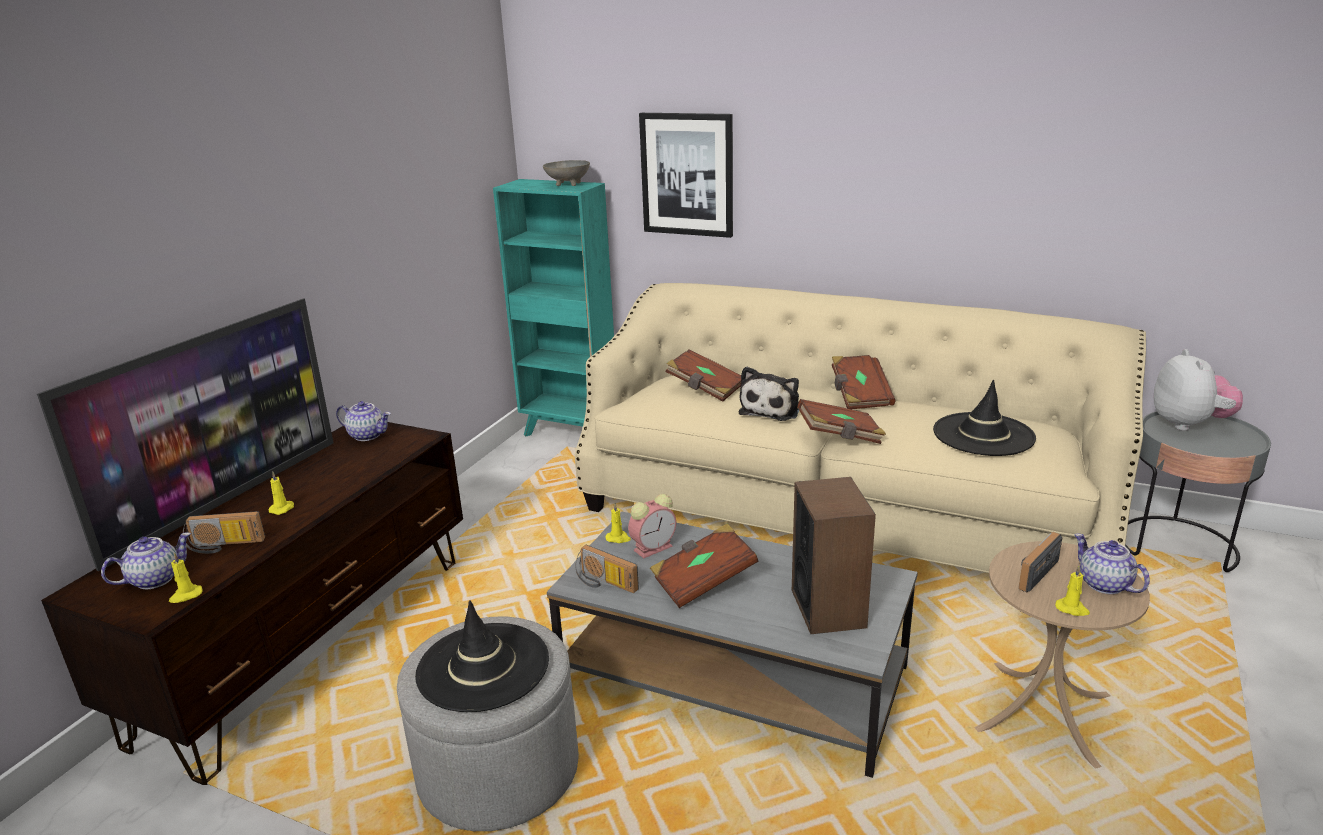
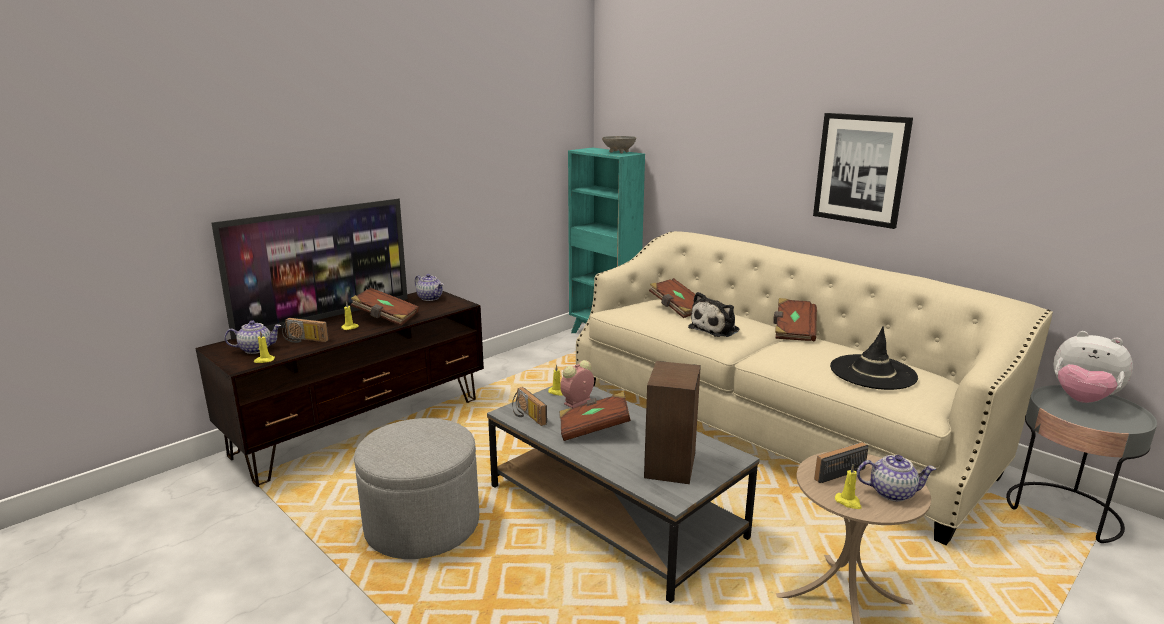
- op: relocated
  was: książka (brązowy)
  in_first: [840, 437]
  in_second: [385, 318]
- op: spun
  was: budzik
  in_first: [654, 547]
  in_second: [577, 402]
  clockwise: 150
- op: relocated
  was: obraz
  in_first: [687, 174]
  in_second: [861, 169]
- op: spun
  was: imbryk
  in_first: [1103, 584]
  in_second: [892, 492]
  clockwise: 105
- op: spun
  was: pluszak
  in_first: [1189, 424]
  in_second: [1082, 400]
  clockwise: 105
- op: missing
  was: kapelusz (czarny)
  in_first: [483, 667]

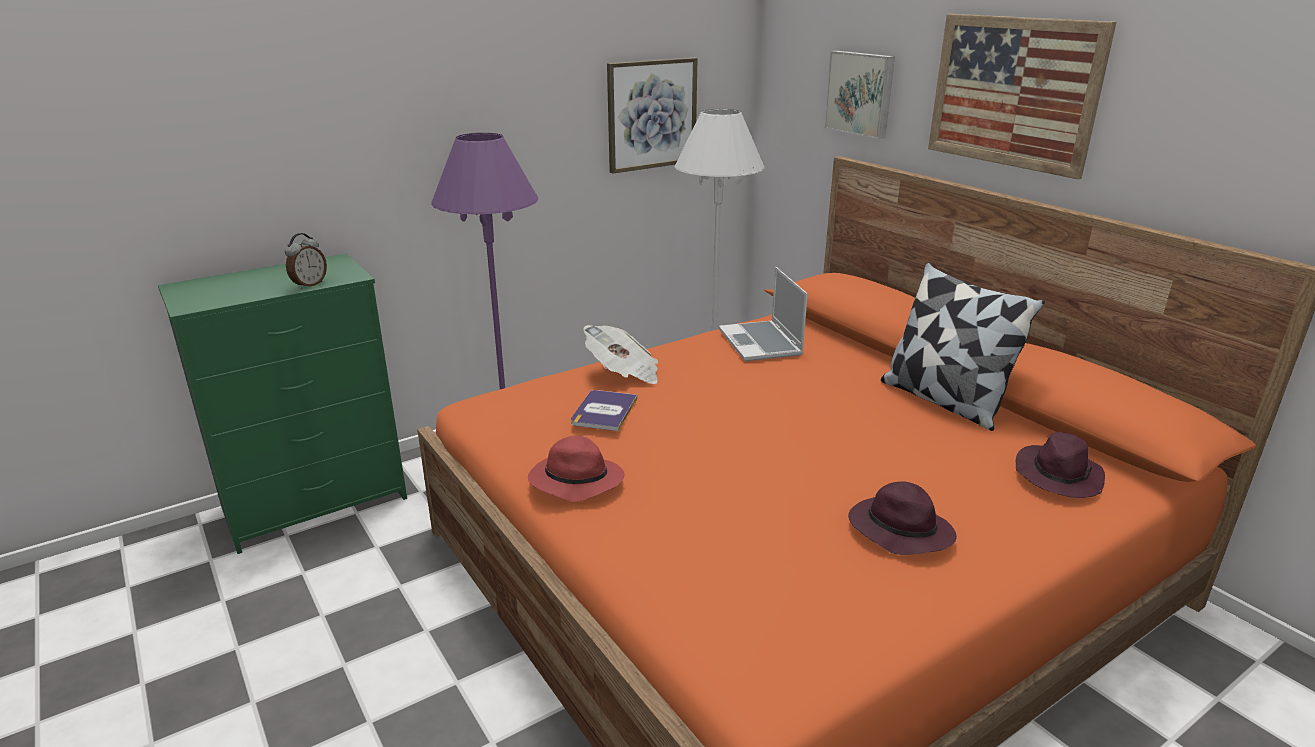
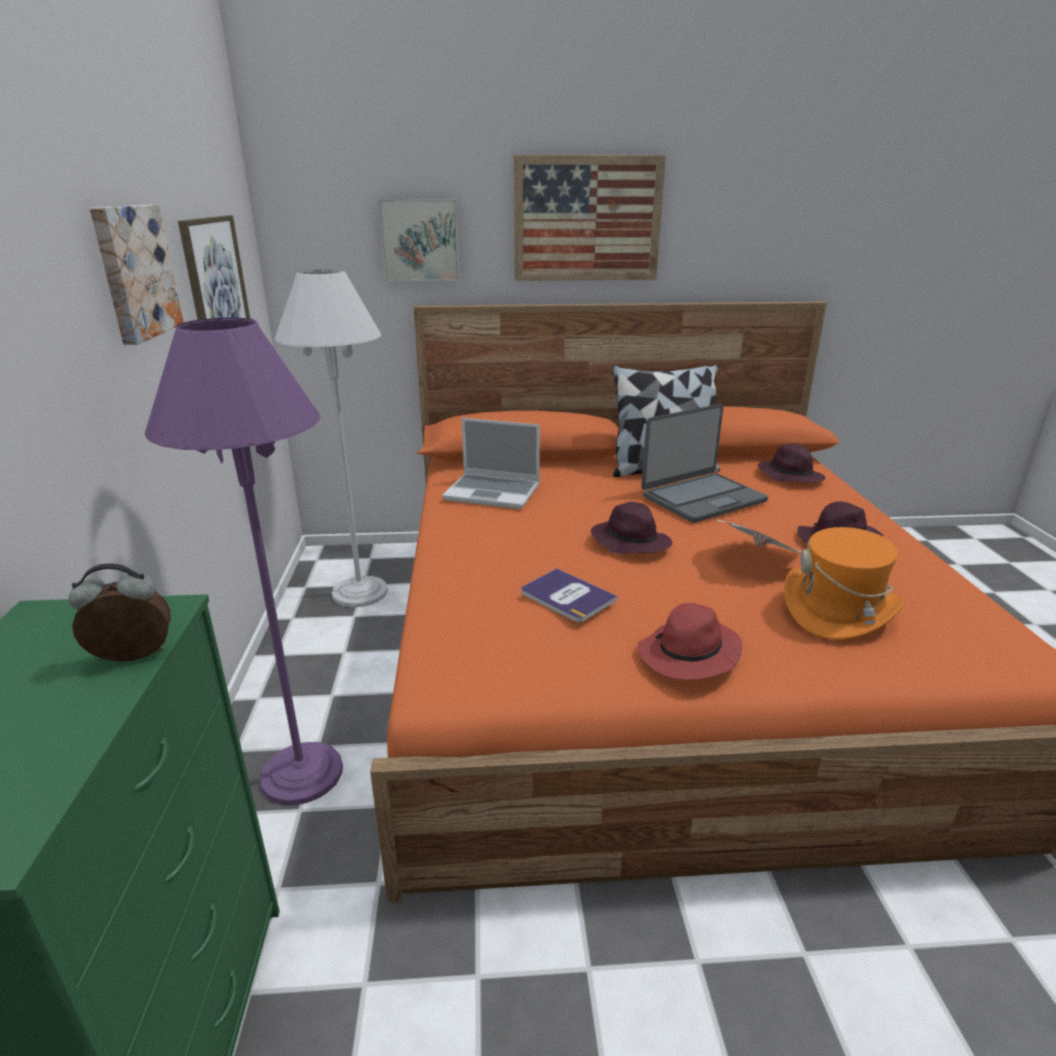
- op: spun
  was: budzik
  in_first: [309, 285]
  in_second: [133, 658]
  clockwise: -75
- op: appeared
  now: obraz
  in_second: [134, 272]
- op: appeared
  now: kapelusz (fioletowy)
  in_second: [629, 541]
- op: appeared
  now: laptop
  in_second: [702, 498]
- op: relocated
  was: gazeta
  in_first: [623, 373]
  in_second: [760, 559]
- op: appeared
  now: kapelusz (pomarańczowy)
  in_second: [838, 610]

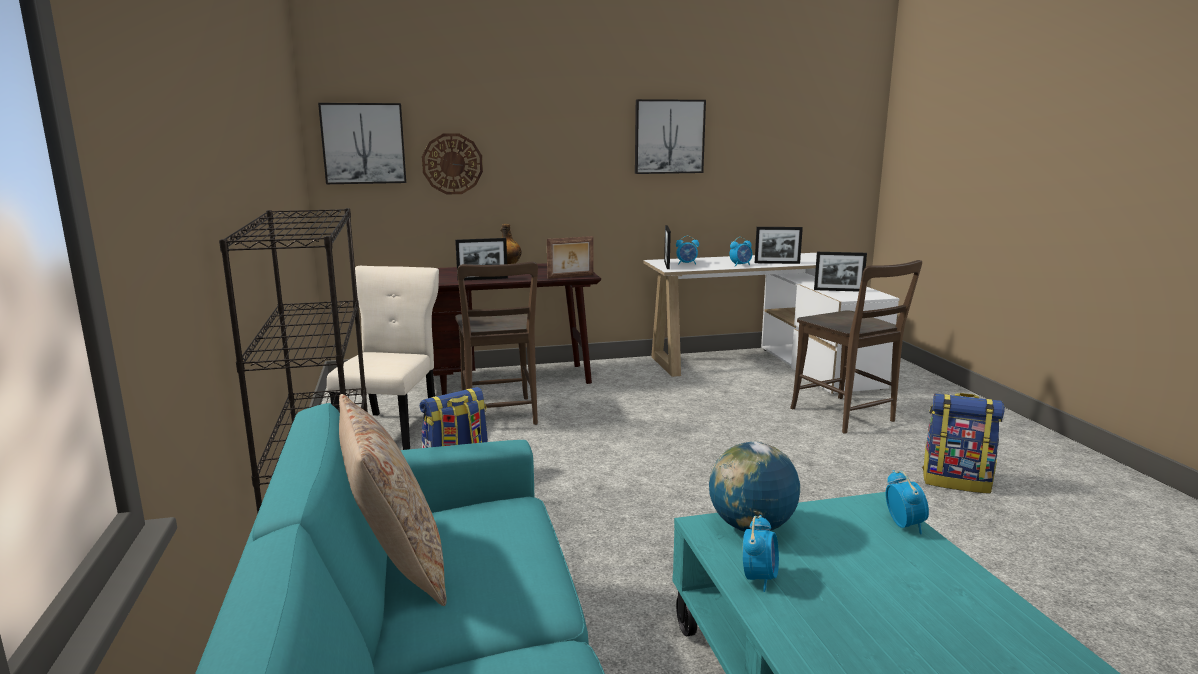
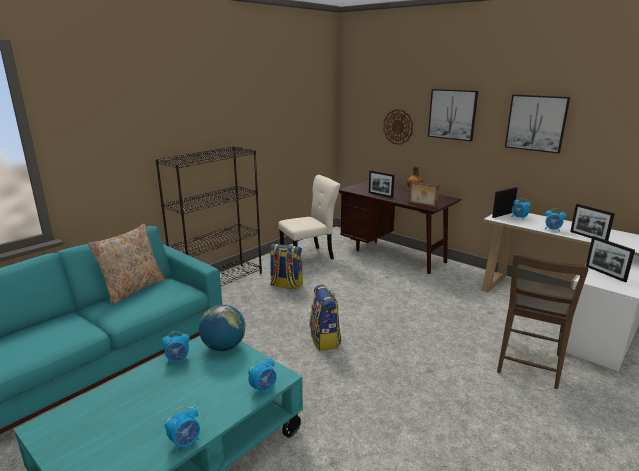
- op: appeared
  now: budzik
  in_second: [185, 442]
- op: relocated
  was: plecak
  in_first: [956, 481]
  in_second: [325, 340]
- op: relocated
  was: obraz
  in_first: [363, 143]
  in_second: [452, 114]
- op: missing
  was: krzesło (brązowy)
  in_first: [499, 416]

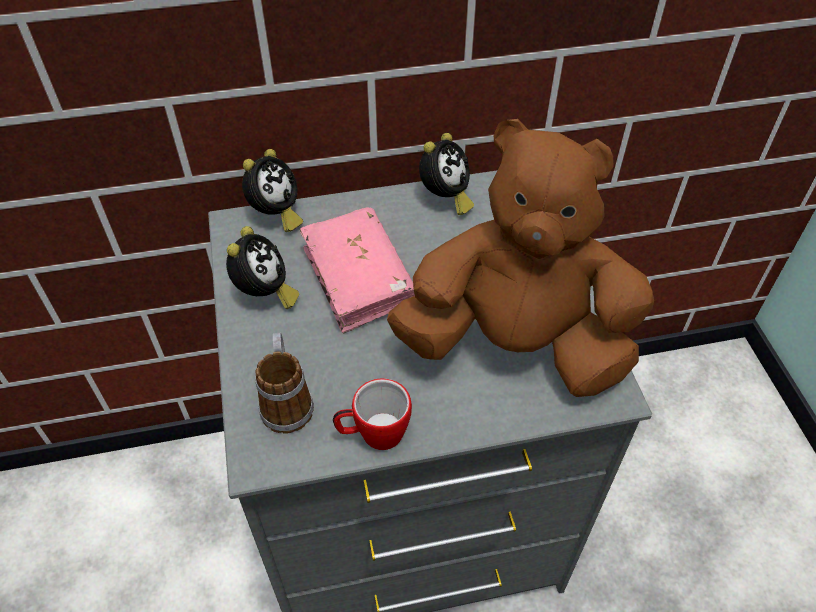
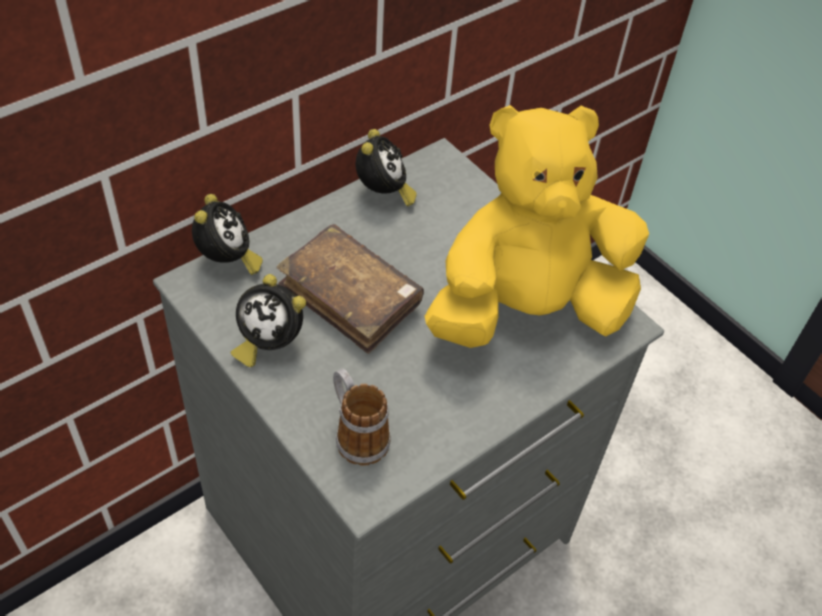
- op: spun
  was: budzik
  in_first: [264, 294]
  in_second: [268, 343]
  clockwise: 135
- op: colour
  was: książka (różowy)
  now: książka (brązowy)
  in_first: [358, 278]
  in_second: [350, 297]
- op: colour
  was: pluszak (brązowy)
  now: pluszak (żółty)
  in_first: [517, 345]
  in_second: [526, 310]
- op: missing
  was: kubek
  in_first: [373, 434]

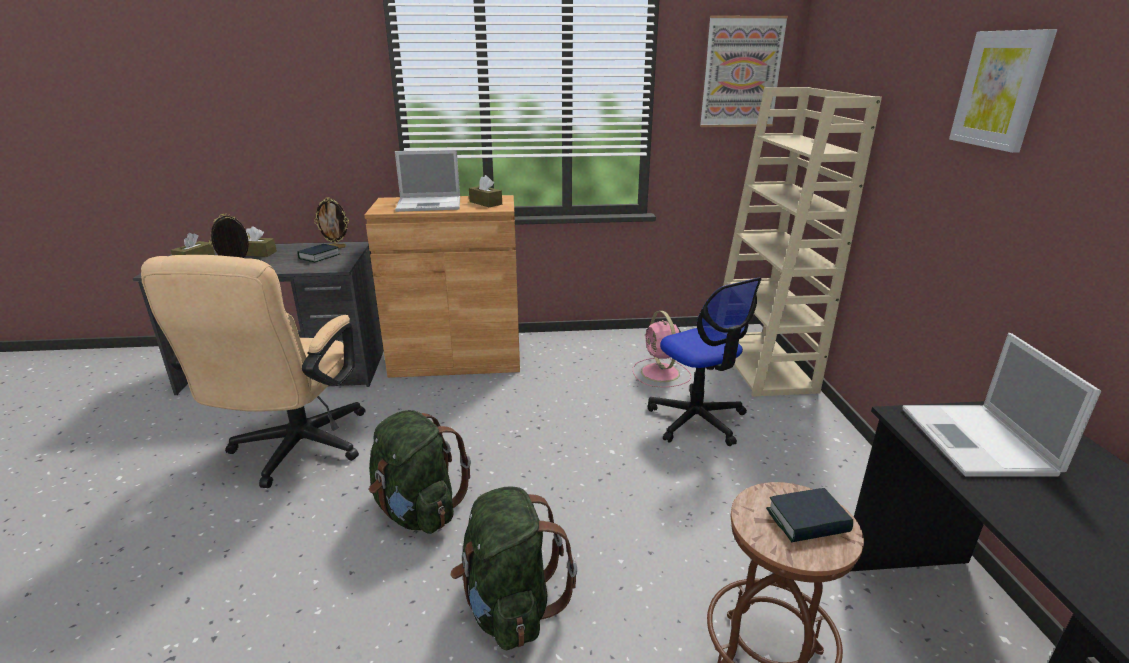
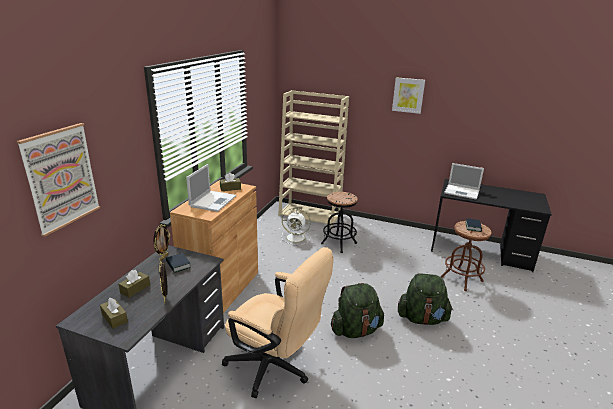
- op: relocated
  was: obraz
  in_first: [741, 73]
  in_second: [61, 178]
- op: colour
  was: wentylator (różowy)
  now: wentylator (biały)
  in_first: [661, 373]
  in_second: [296, 238]
- op: exchanged
  was: krzesło biurowe
  now: stołek (czarny)
  in_first: [697, 420]
  in_second: [339, 243]

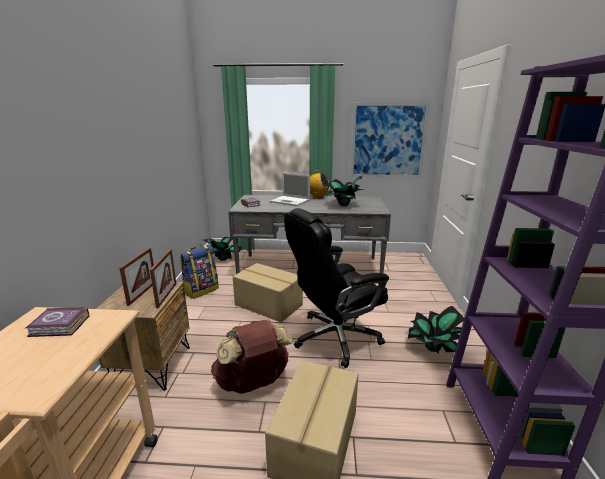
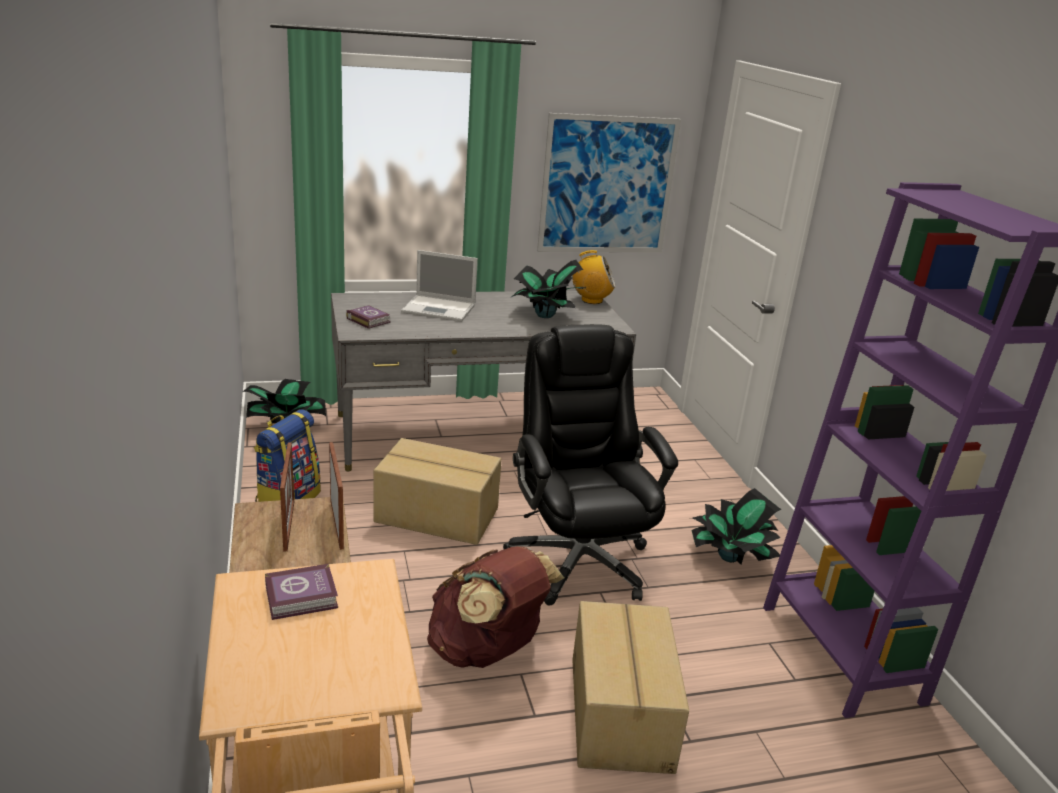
- op: spun
  was: krzesło biurowe (czarny)
  in_first: [334, 337]
  in_second: [578, 560]
  clockwise: 120
- op: relocated
  was: radio
  in_first: [318, 197]
  in_second: [591, 300]

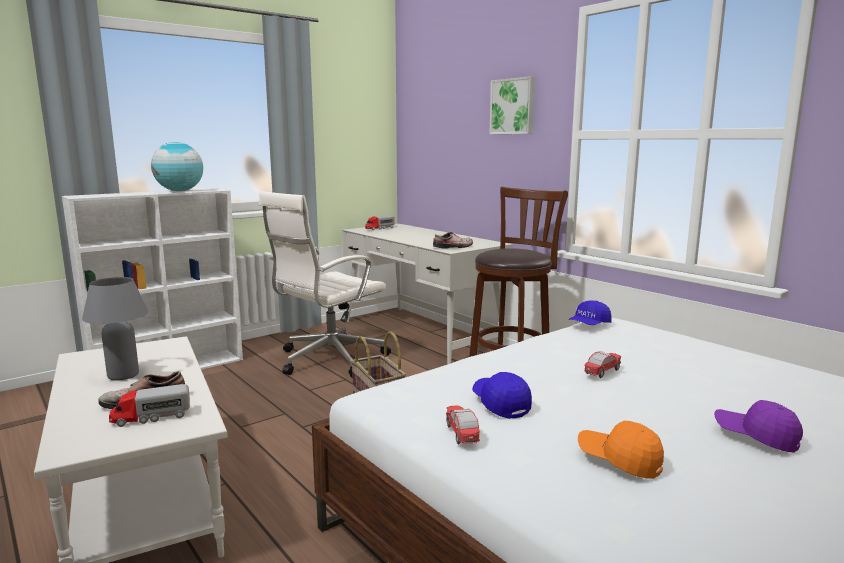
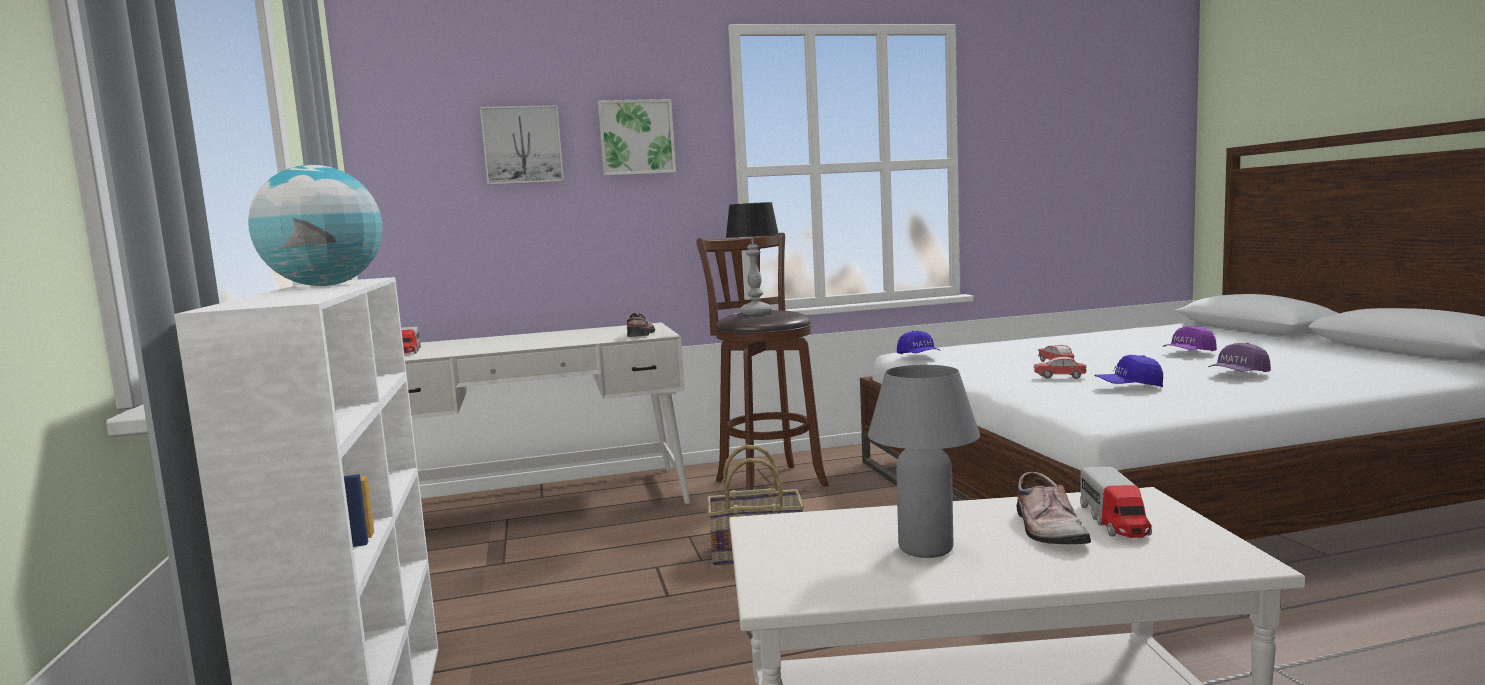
- op: appeared
  now: obraz
  in_second: [522, 145]
- op: appeared
  now: lampa stołowa
  in_second: [757, 313]
- op: relocated
  was: samochodzik
  in_first: [461, 434]
  in_second: [1060, 377]
- op: colour
  was: czapka z daszkiem (pomarańczowy)
  now: czapka z daszkiem (fioletowy)
  in_first: [619, 461]
  in_second: [1238, 374]
- op: missing
  was: krzesło biurowe (biały)
  in_first: [328, 360]

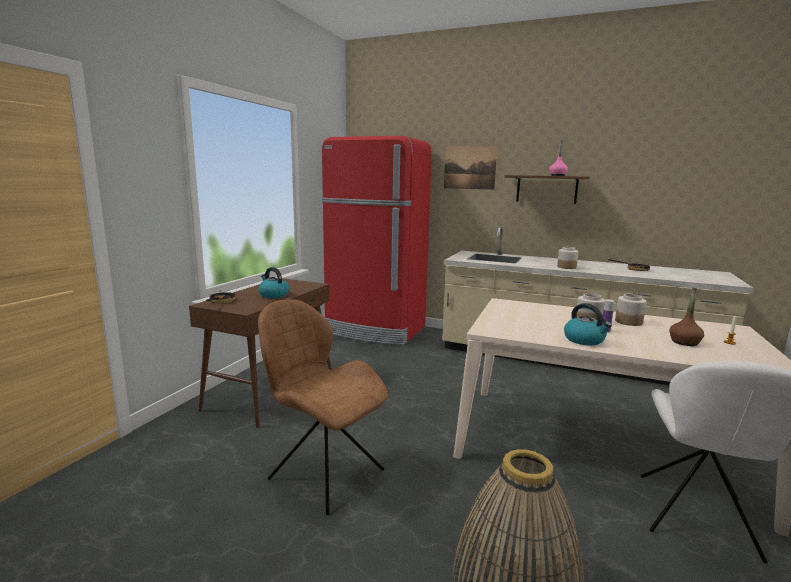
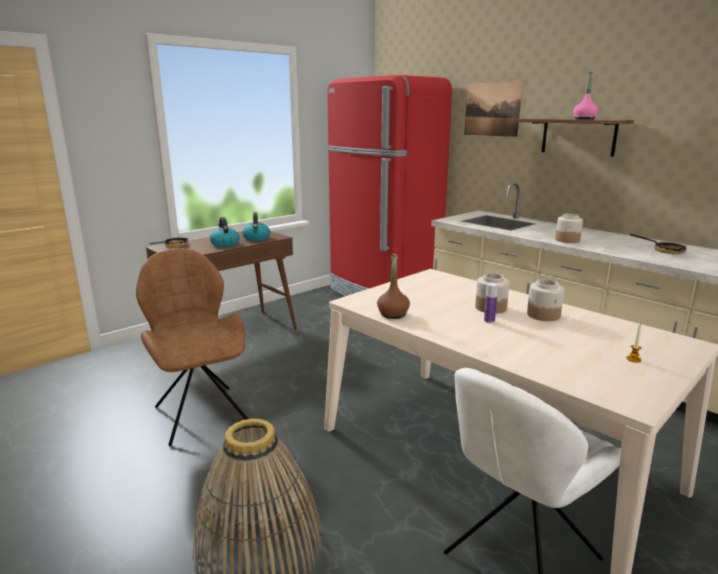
- op: relocated
  was: czajnik
  in_first: [584, 340]
  in_second: [256, 238]
- op: relocated
  was: butelka (brązowy)
  in_first: [684, 342]
  in_second: [393, 314]

